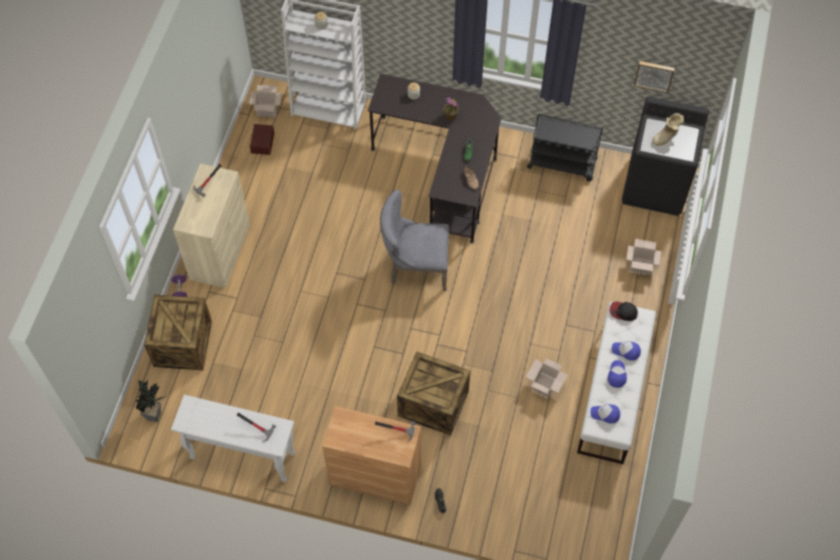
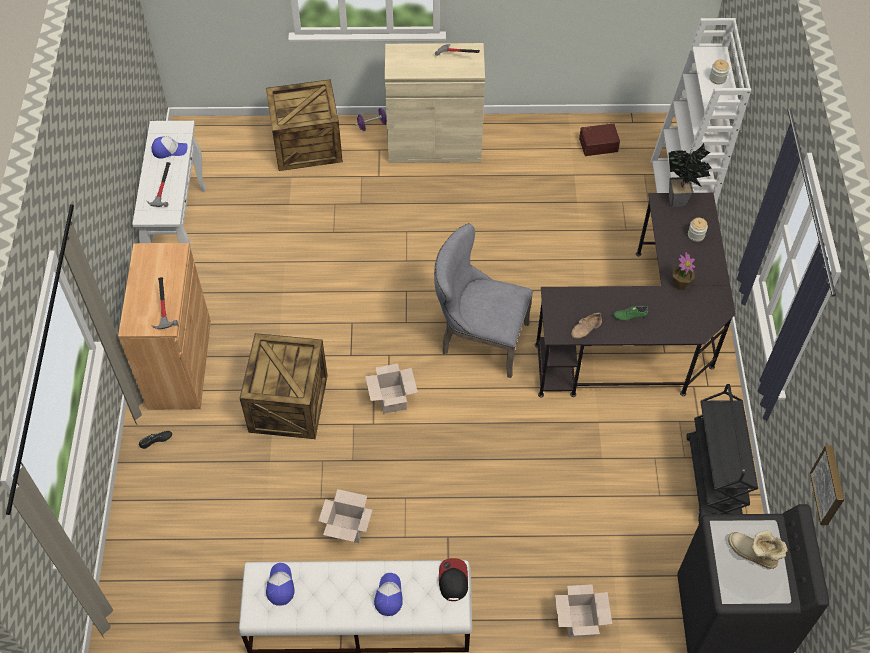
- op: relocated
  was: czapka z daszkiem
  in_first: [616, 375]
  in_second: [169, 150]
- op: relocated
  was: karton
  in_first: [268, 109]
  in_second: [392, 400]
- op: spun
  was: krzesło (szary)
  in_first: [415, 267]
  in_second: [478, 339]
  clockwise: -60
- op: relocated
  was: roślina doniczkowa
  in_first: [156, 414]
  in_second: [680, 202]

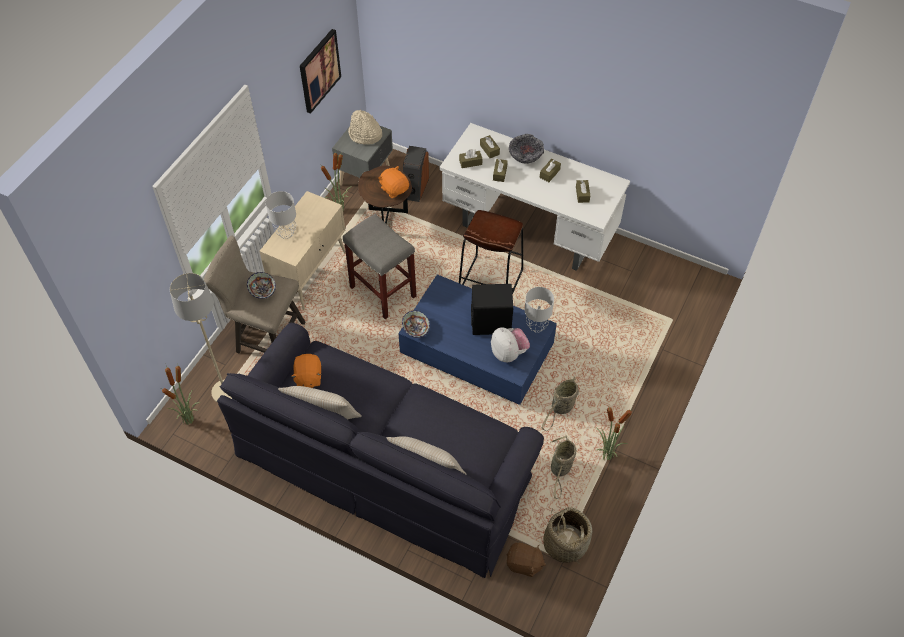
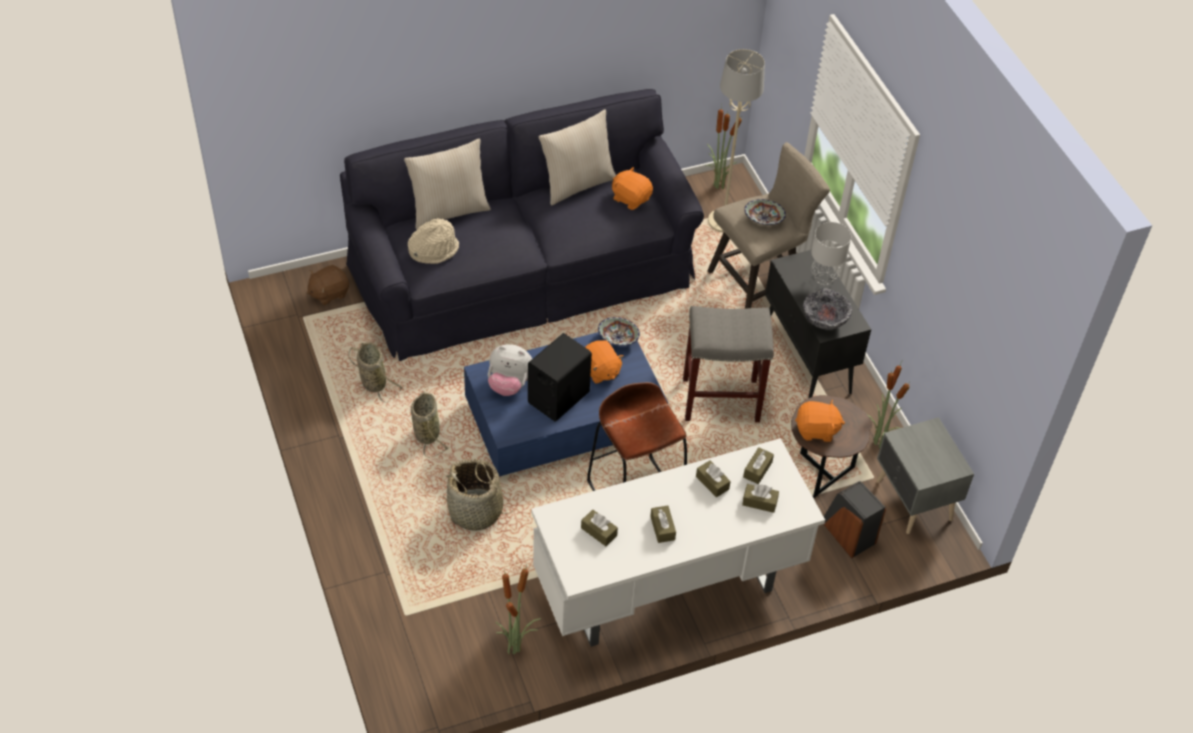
- op: relocated
  was: kapelusz (beżowy)
  in_first: [365, 135]
  in_second: [433, 250]
- op: relocated
  was: koszyk
  in_first: [565, 543]
  in_second: [476, 511]
- op: relocated
  was: roślina doniczkowa
  in_first: [606, 455]
  in_second: [516, 648]
- op: appeared
  now: pluszak (pomarańczowy)
  in_second: [600, 371]
- op: colour
  was: szafka (beżowy)
  now: szafka (czarny)
  in_first: [310, 274]
  in_second: [807, 361]
- op: relocated
  was: miska
  in_first: [525, 157]
  in_second: [824, 320]
- op: missing
  was: obraz
  in_first: [319, 70]
- op: missing
  was: lampa stołowa (szary)
  in_first: [537, 326]

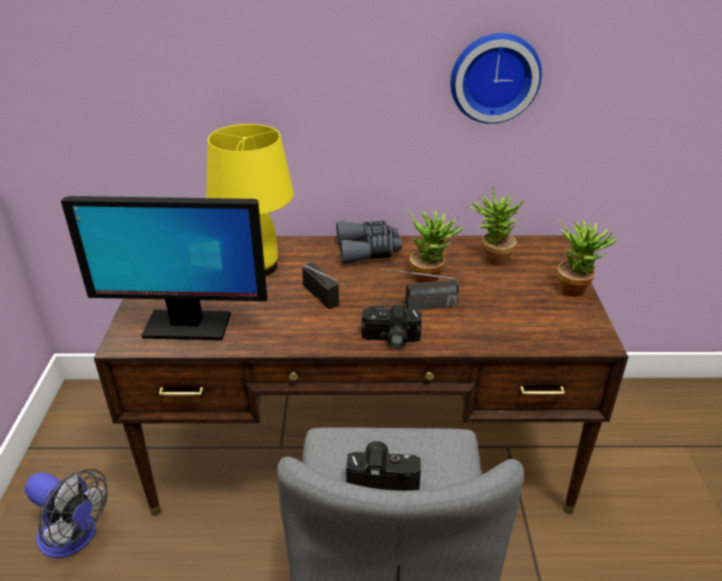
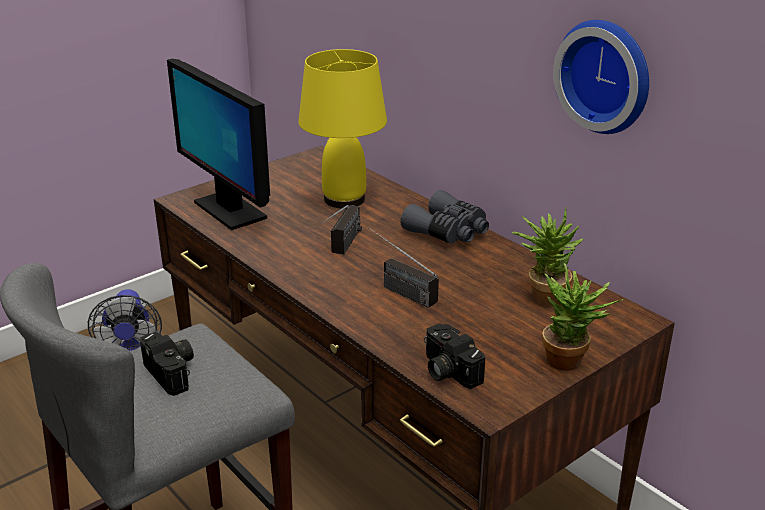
- op: relocated
  was: aparat fotograficzny
  in_first: [390, 339]
  in_second: [447, 371]
- op: missing
  was: roślina doniczkowa
  in_first: [430, 276]

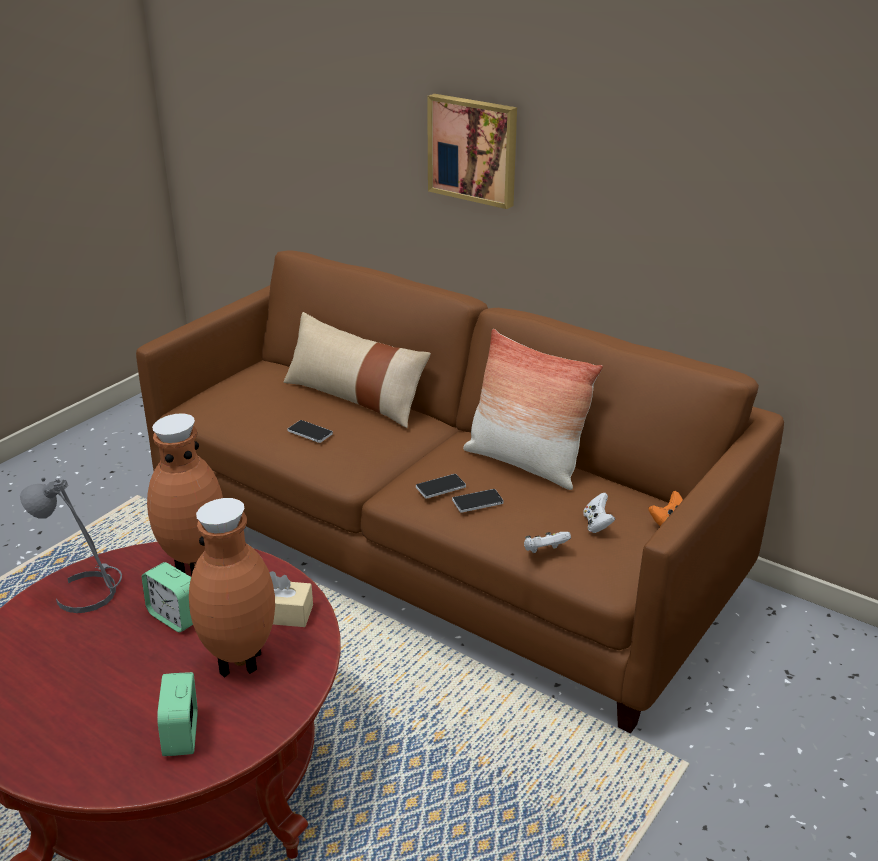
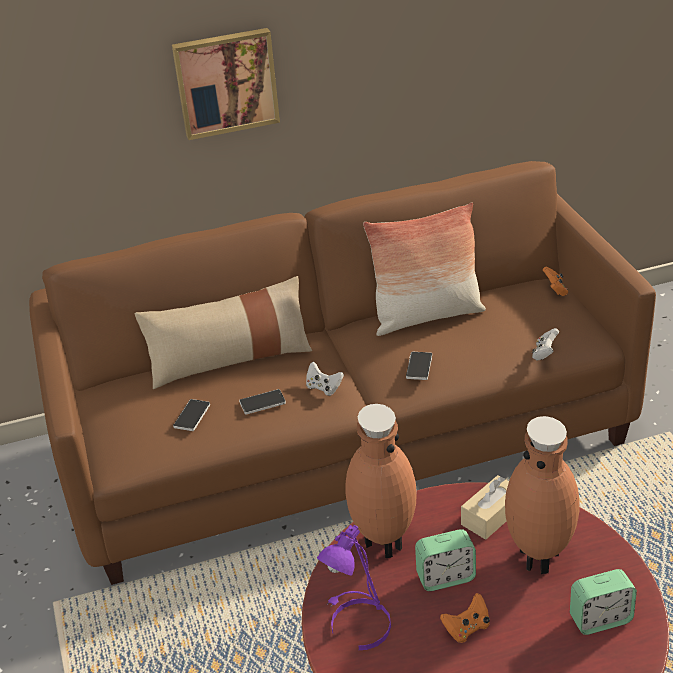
- op: relocated
  was: telefon
  in_first: [477, 502]
  in_second: [192, 416]
- op: relocated
  was: pad do gier (biały)
  in_first: [597, 524]
  in_second: [324, 388]
- op: colour
  was: lampa stołowa (szary)
  now: lampa stołowa (fioletowy)
  in_first: [87, 591]
  in_second: [357, 624]
- op: appeared
  now: pad do gier (pomarańczowy)
  in_second: [467, 628]
- op: spun
  was: budzik
  in_first: [182, 735]
  in_second: [600, 619]
  clockwise: -45

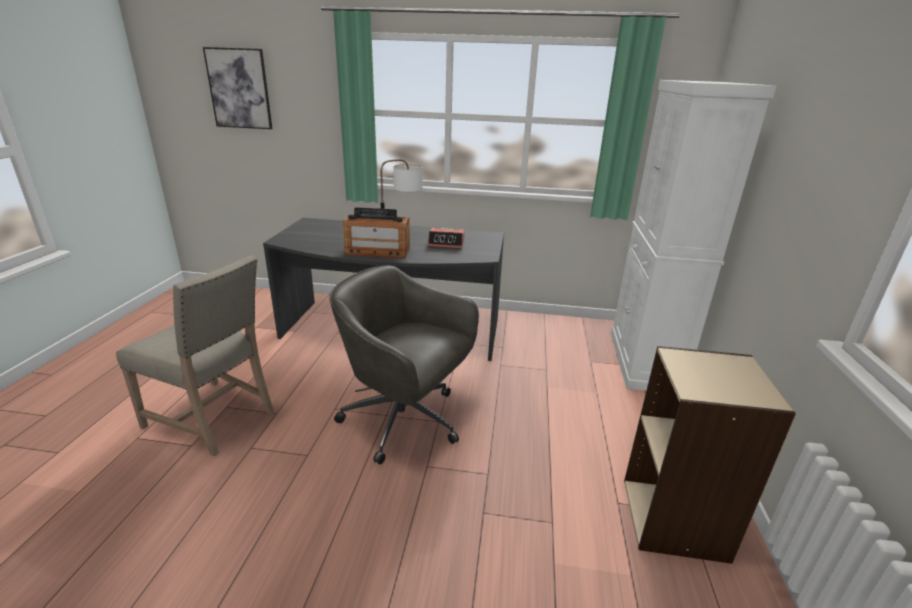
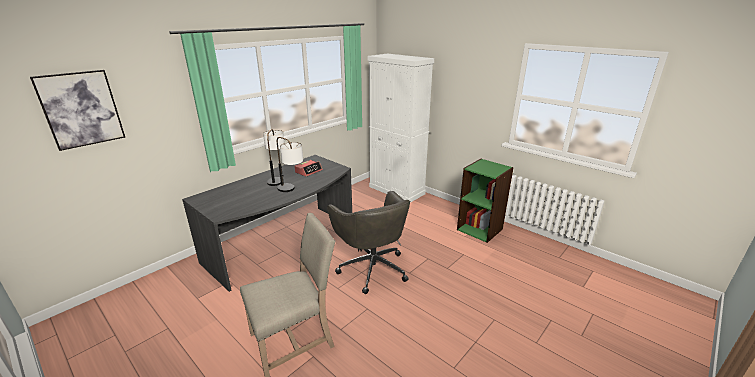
- op: exchanged
  was: radio
  now: lampa stołowa
  in_first: [377, 251]
  in_second: [291, 191]
- op: spun
  was: krzesło biurowe (szary)
  in_first: [405, 421]
  in_second: [372, 267]
  clockwise: -90
- op: colour
  was: regał (beżowy)
  now: regał (zielony)
  in_first: [675, 519]
  in_second: [480, 229]

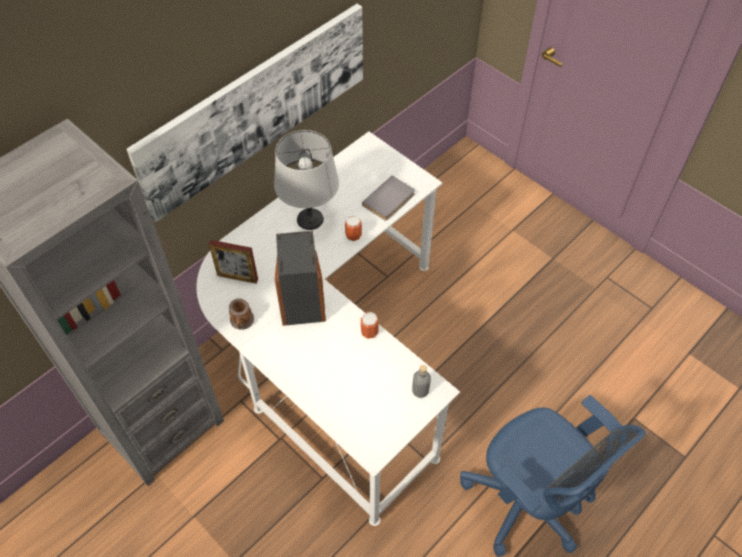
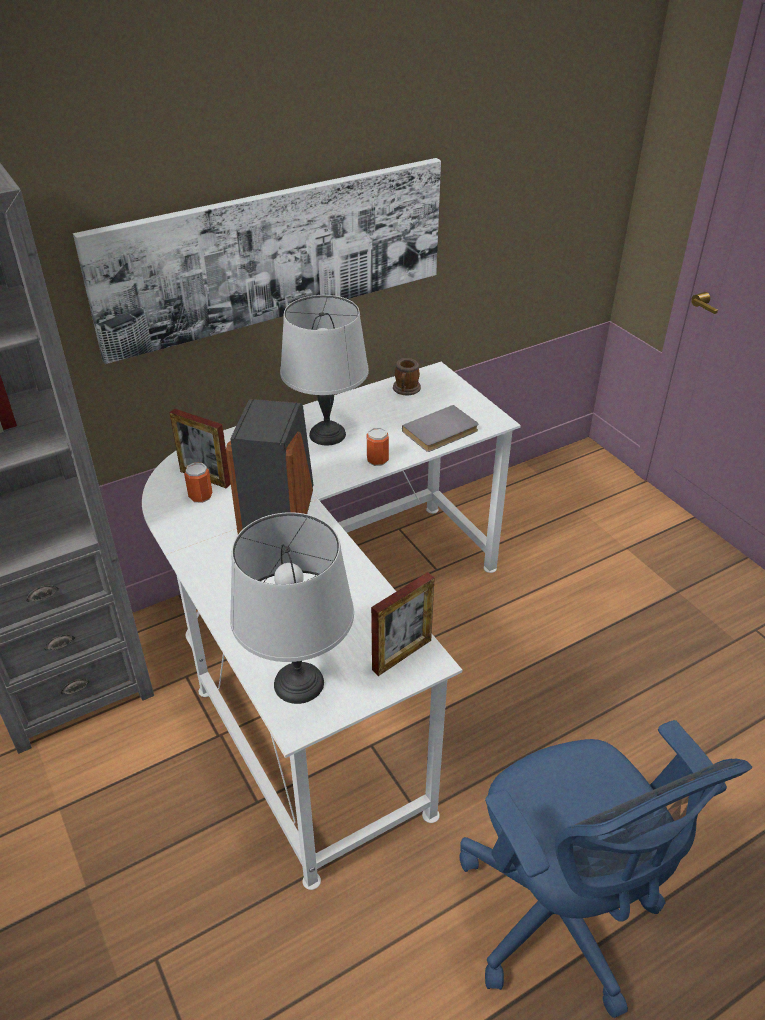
- op: relocated
  was: puszka
  in_first: [369, 332]
  in_second: [200, 496]
- op: appeared
  now: lampa stołowa (szary)
  in_second: [297, 683]
- op: exchanged
  was: butelka (szary)
  now: ramka na zdjęcie
  in_first: [420, 390]
  in_second: [402, 655]
- op: relocated
  was: kubek
  in_first: [242, 322]
  in_second: [406, 390]

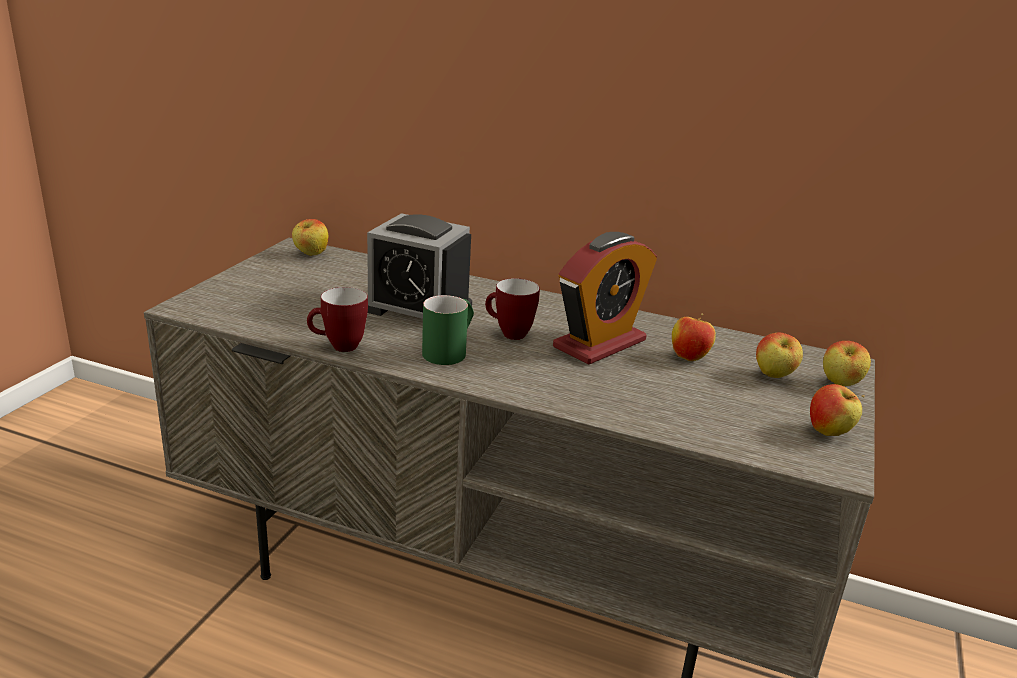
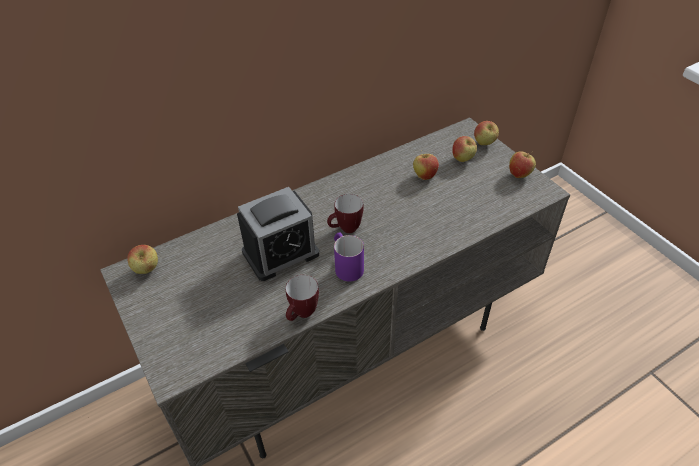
- op: colour
  was: kubek (zielony)
  now: kubek (fioletowy)
  in_first: [450, 350]
  in_second: [346, 265]
- op: missing
  was: budzik
  in_first: [599, 344]

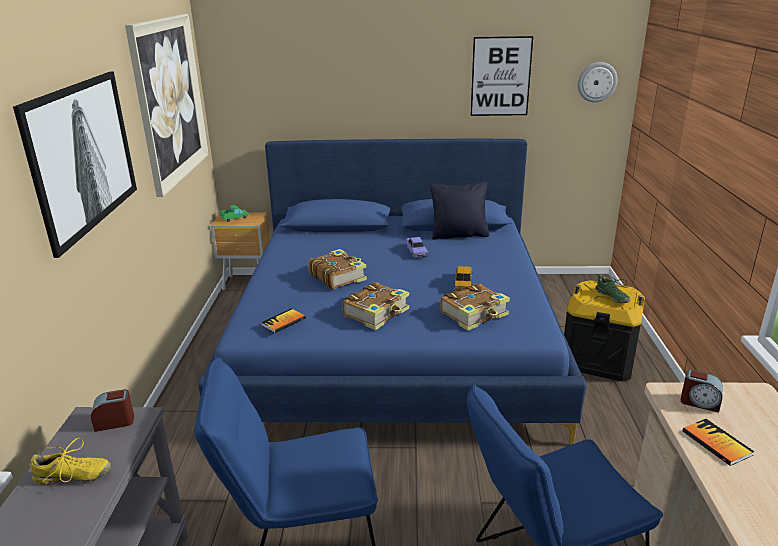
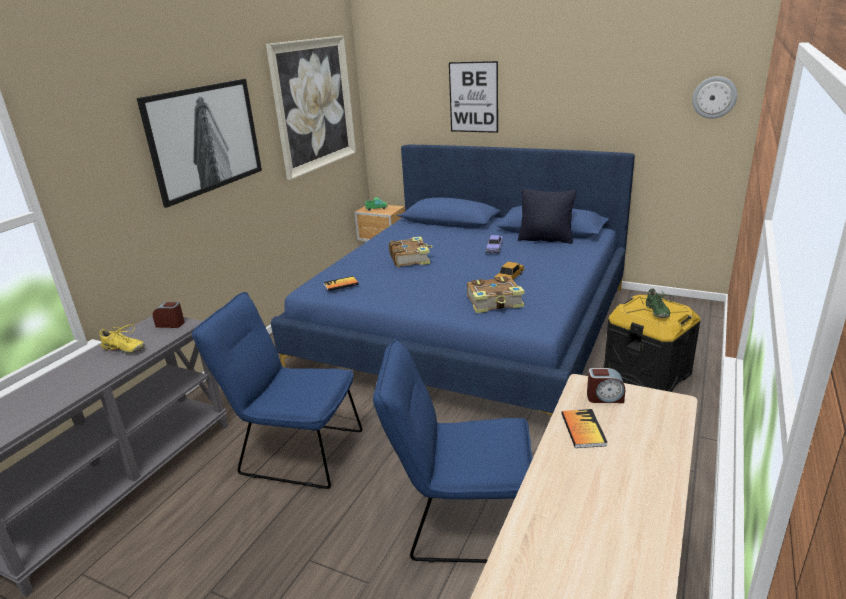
- op: relocated
  was: obraz
  in_first: [500, 76]
  in_second: [473, 97]
- op: spun
  was: budzik
  in_first: [699, 402]
  in_second: [604, 397]
  clockwise: -45
- op: missing
  was: książka
  in_first: [377, 313]

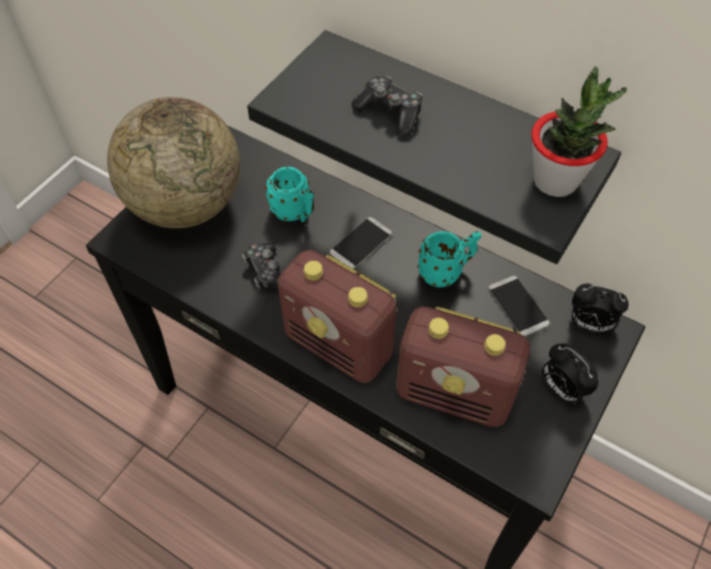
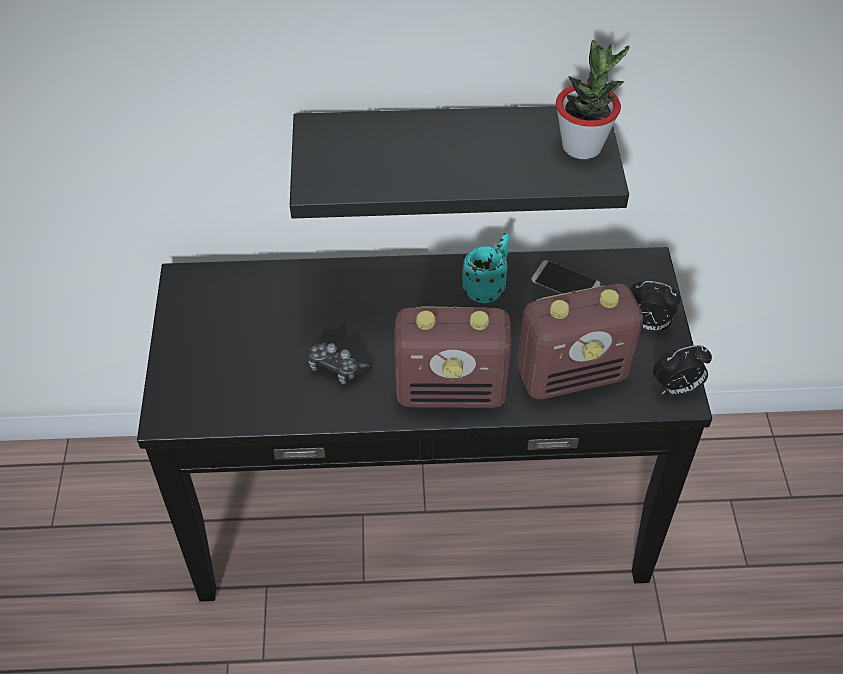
- op: relocated
  was: budzik
  in_first: [588, 324]
  in_second: [676, 389]
- op: missing
  was: globus
  in_first: [186, 205]
- op: missing
  was: kubek (turkusowy)
  in_first: [295, 213]
- op: missing
  was: telefon
  in_first: [361, 243]
- op: missing
  was: pad do gier
  in_first: [390, 112]

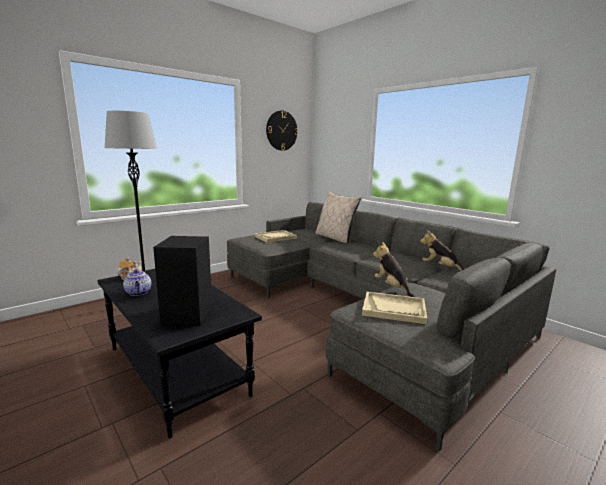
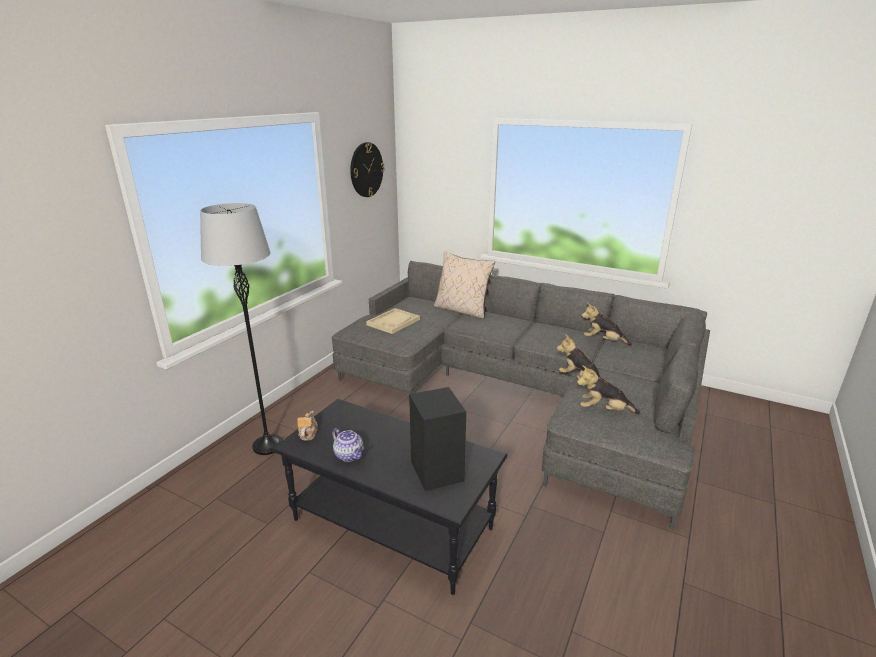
- op: exchanged
  was: taca (beżowy)
  now: pluszak
  in_first: [394, 309]
  in_second: [604, 410]

